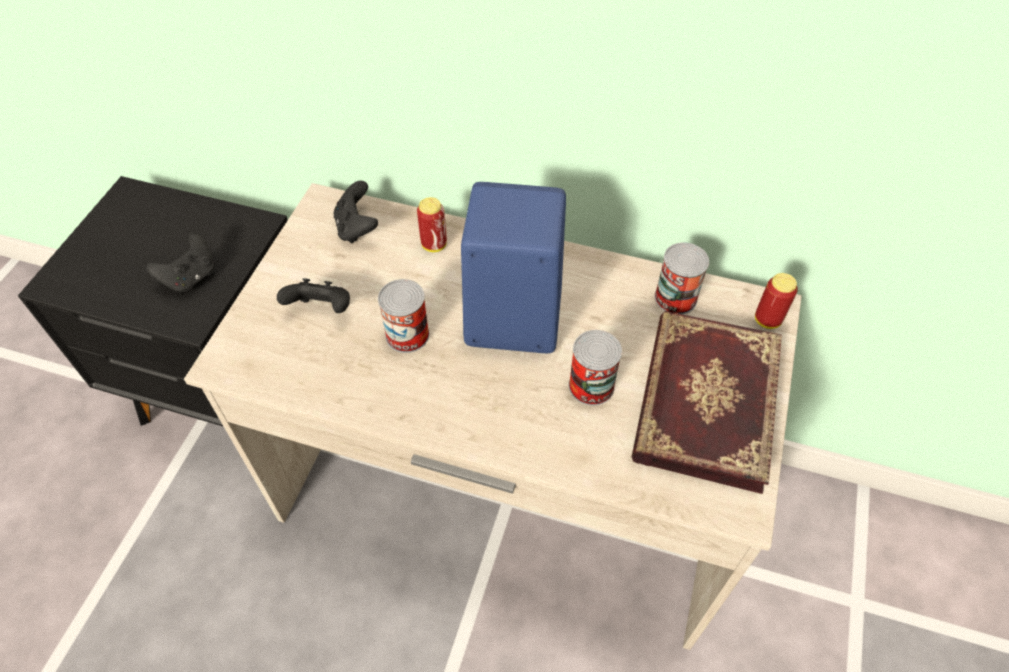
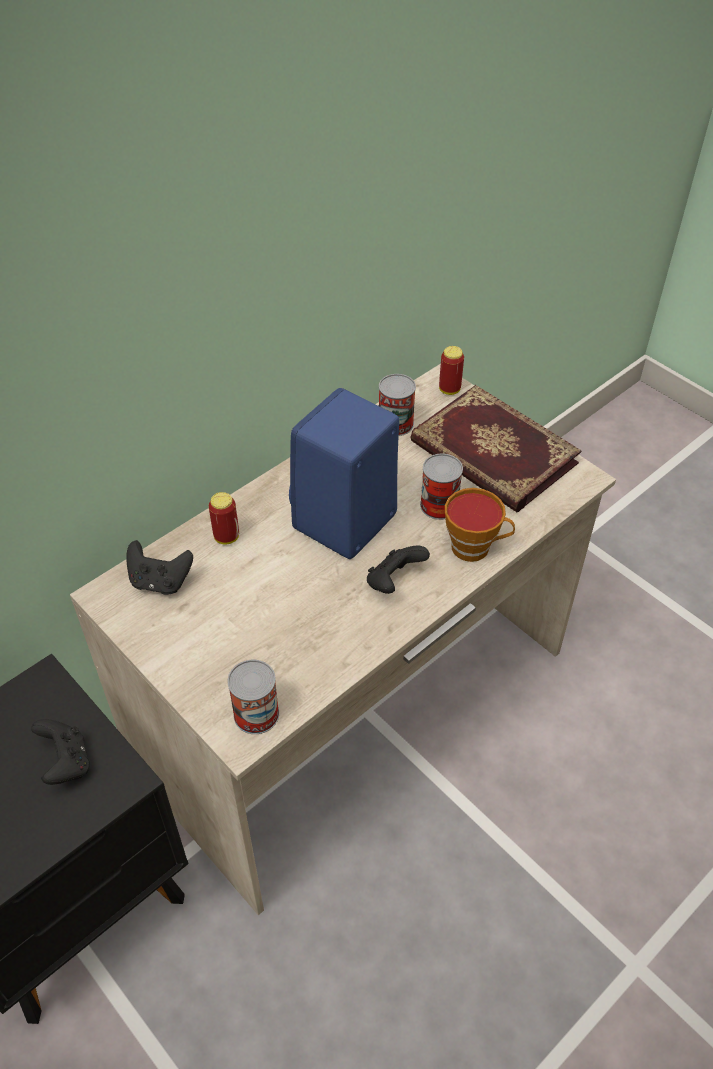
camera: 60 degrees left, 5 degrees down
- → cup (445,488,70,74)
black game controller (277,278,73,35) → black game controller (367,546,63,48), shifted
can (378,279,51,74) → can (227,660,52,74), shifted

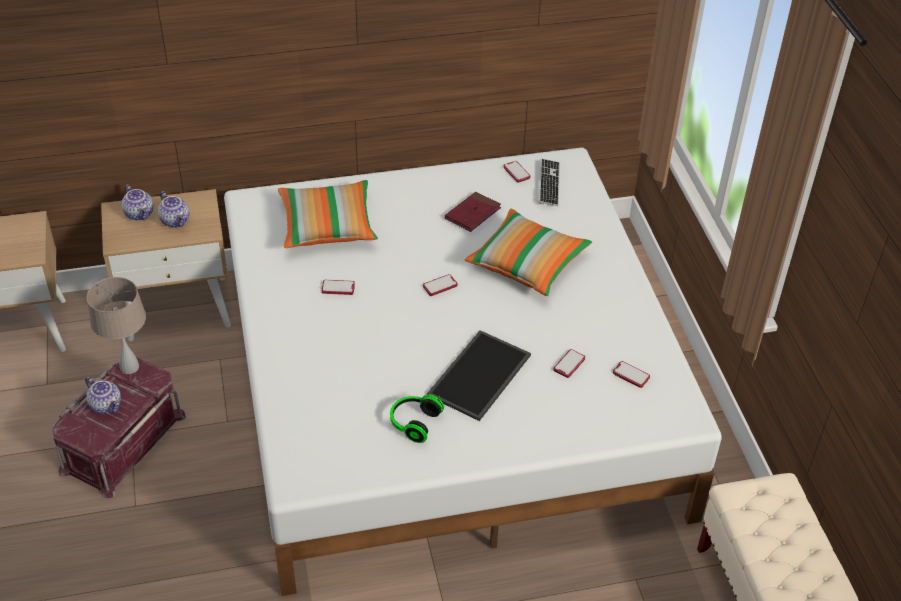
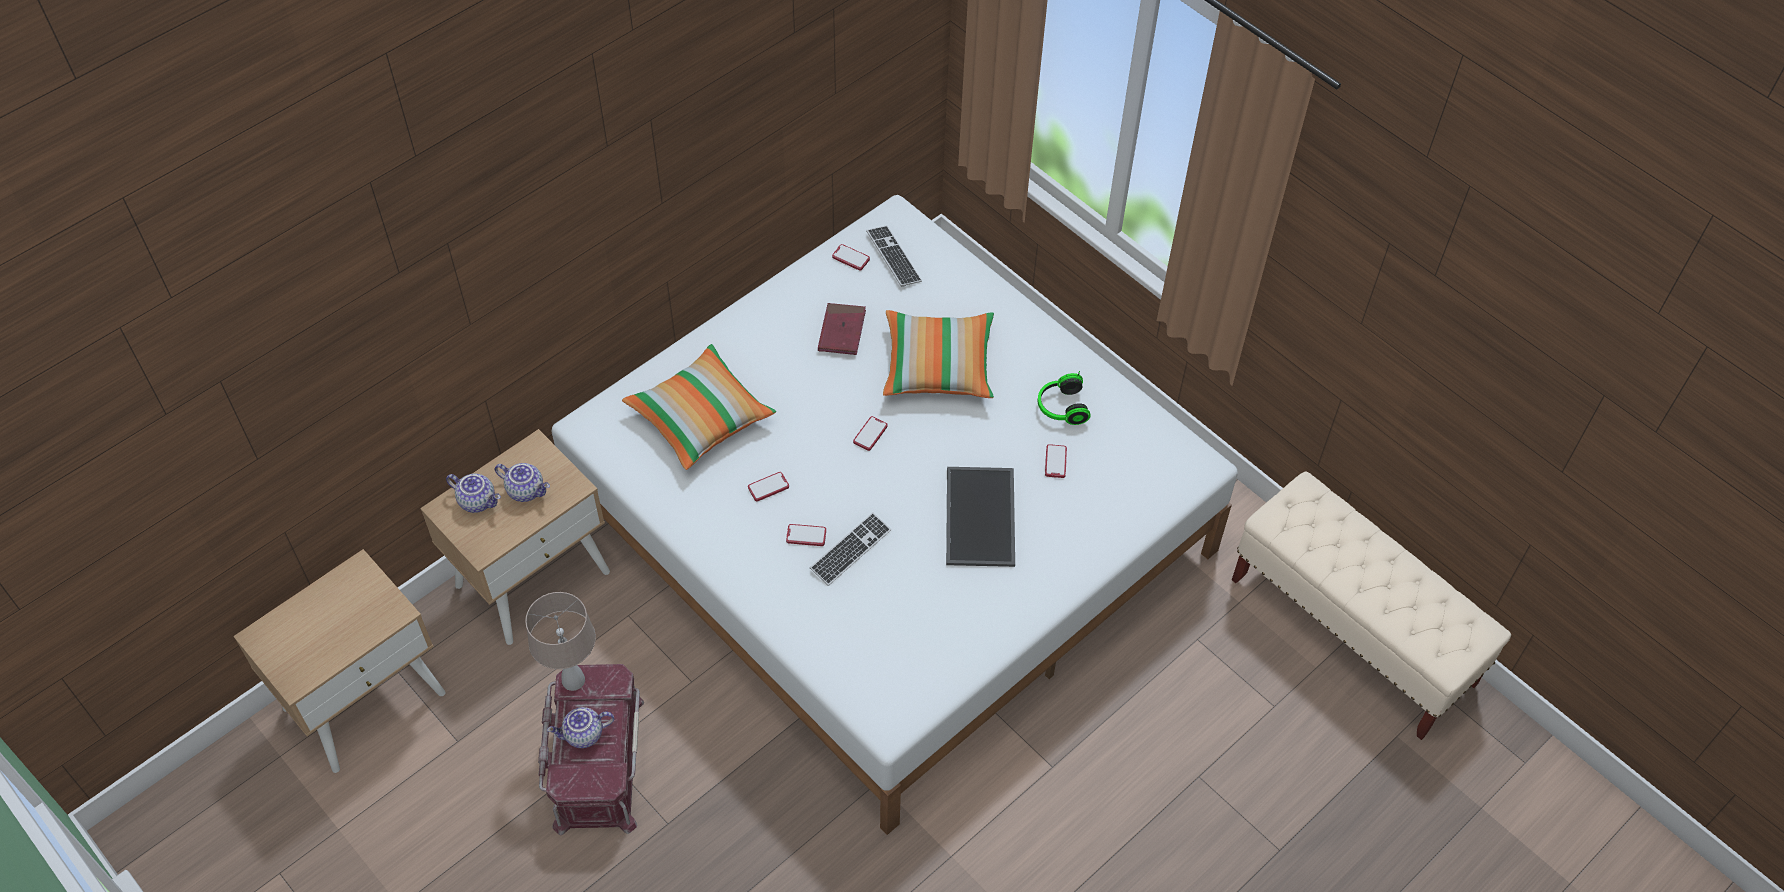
camera: 30 degrees left, 10 degrees up
- → keyboard (810,512,81,74)
headphones (390,394,54,49) → headphones (1038,371,53,54), shifted
phone (613,361,37,27) → phone (786,524,40,22), shifted
teapot (85,377,36,37) → teapot (547,707,67,41), 150 degrees clockwise

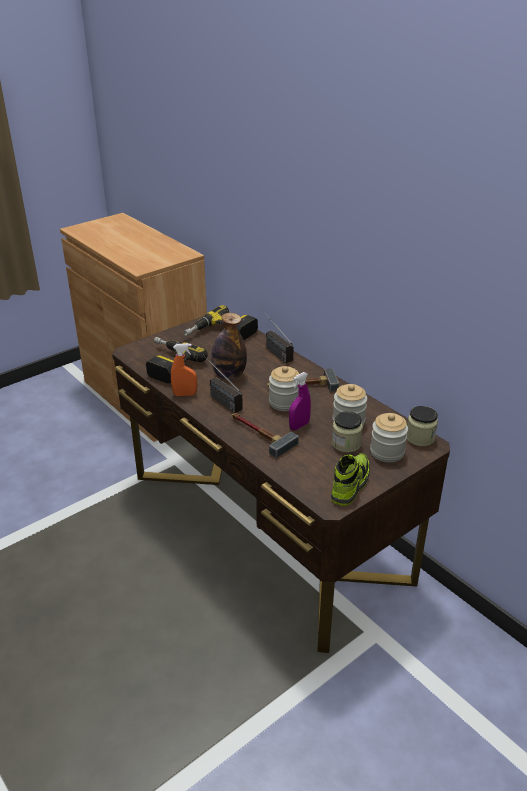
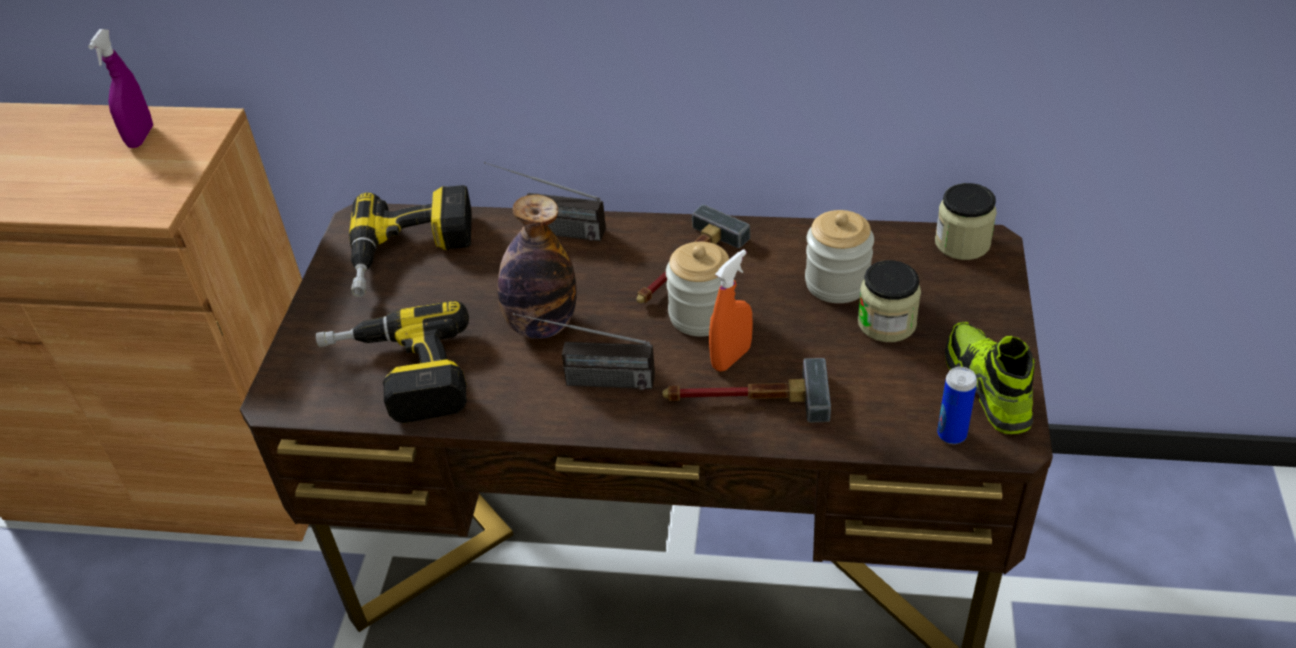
camera: 40 degrees left, 10 degrees up
jar (370,413,38,49) → -
- → can (937,367,40,77)
orange spray bottle (171,343,26,53) → orange spray bottle (709,249,44,122), shifted
purple spray bottle (289,372,22,58) → purple spray bottle (88,29,65,119), shifted

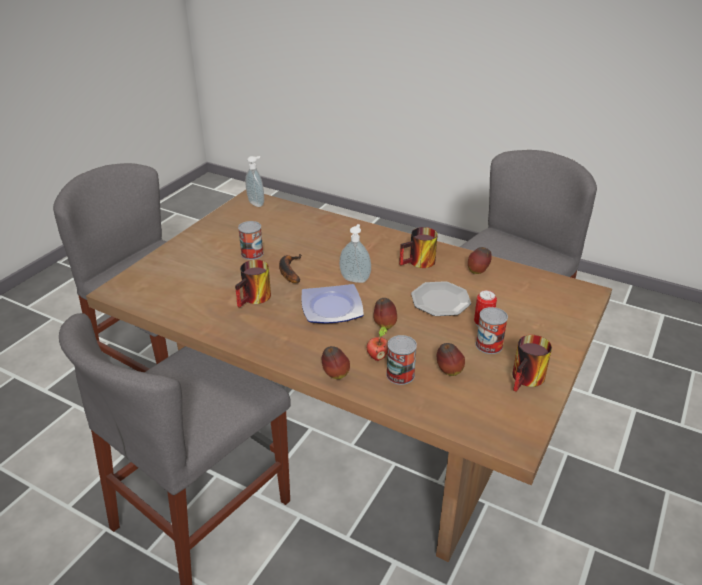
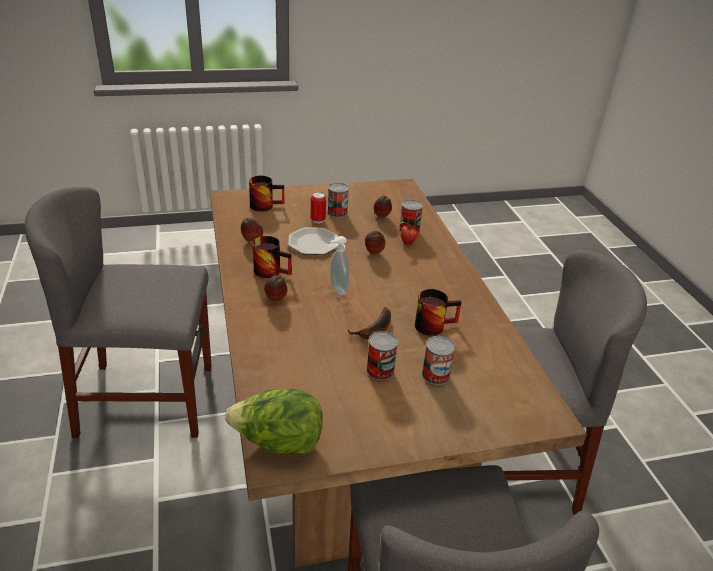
camera: 135 degrees left, 0 degrees up
plate (301,284,63,40) → -
- → can (422,336,34,49)
apple (322,346,28,33) → apple (264,275,23,26), shifted
mug (512,335,40,57) → mug (249,176,36,36), shifted
soap dispenser (245,156,19,51) → lettuce (225,389,98,66)

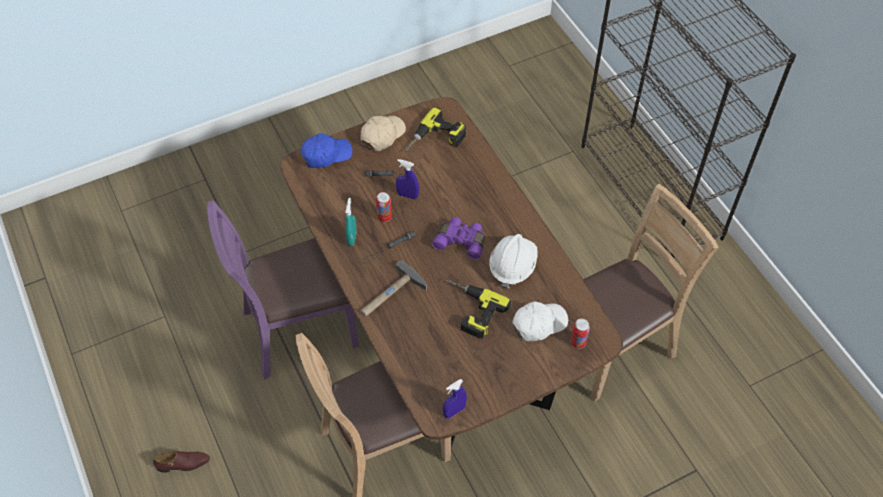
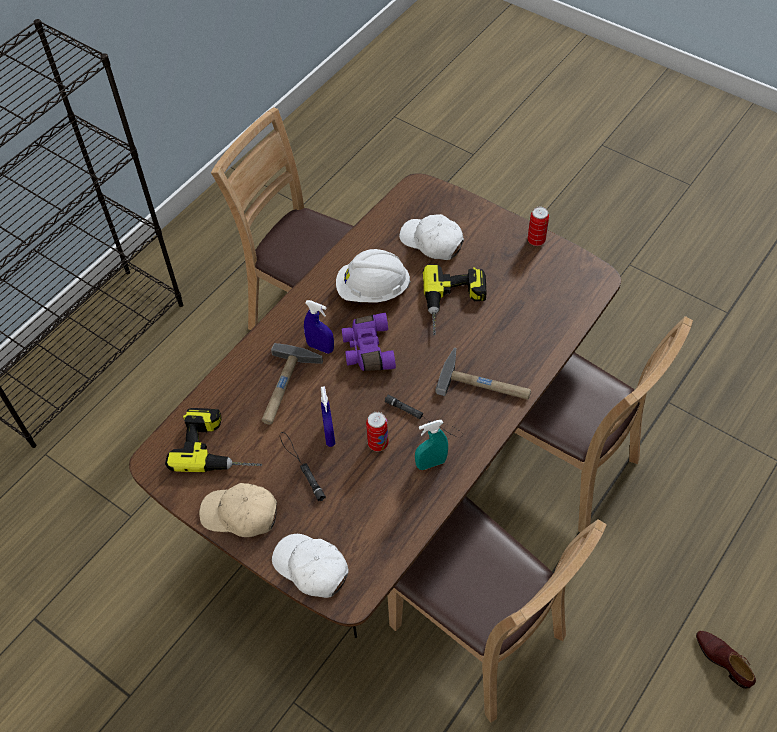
camera: 115 degrees left, 0 degrees up
- → hammer (262,343,61,81)
blue spray bottle (443,379,24,39) → blue spray bottle (304,300,30,54), shifted
can (571,319,19,30) → can (528,207,21,39), shifted
purple chair (207,200,152,179) → brown chair (388,497,219,226)
blue cap (300,133,53,35) → white cap (272,534,77,64)

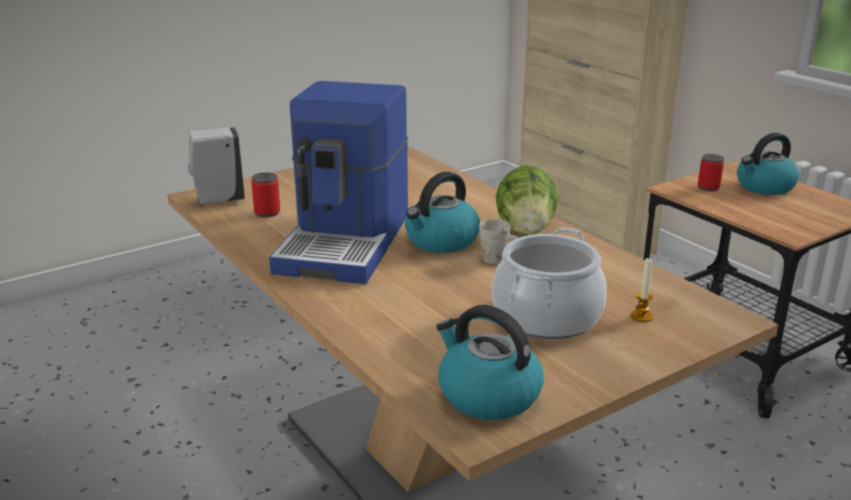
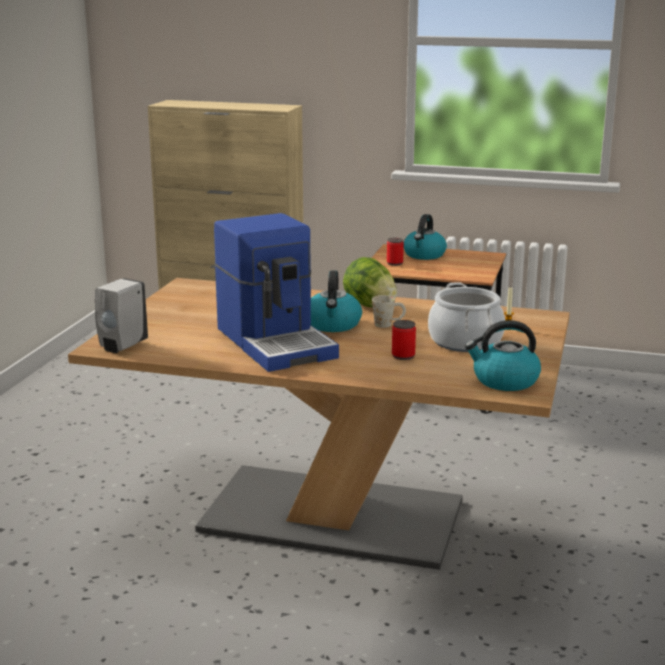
camera: 40 degrees left, 5 degrees down
can (251,173,29,45) → can (392,320,24,40), shifted

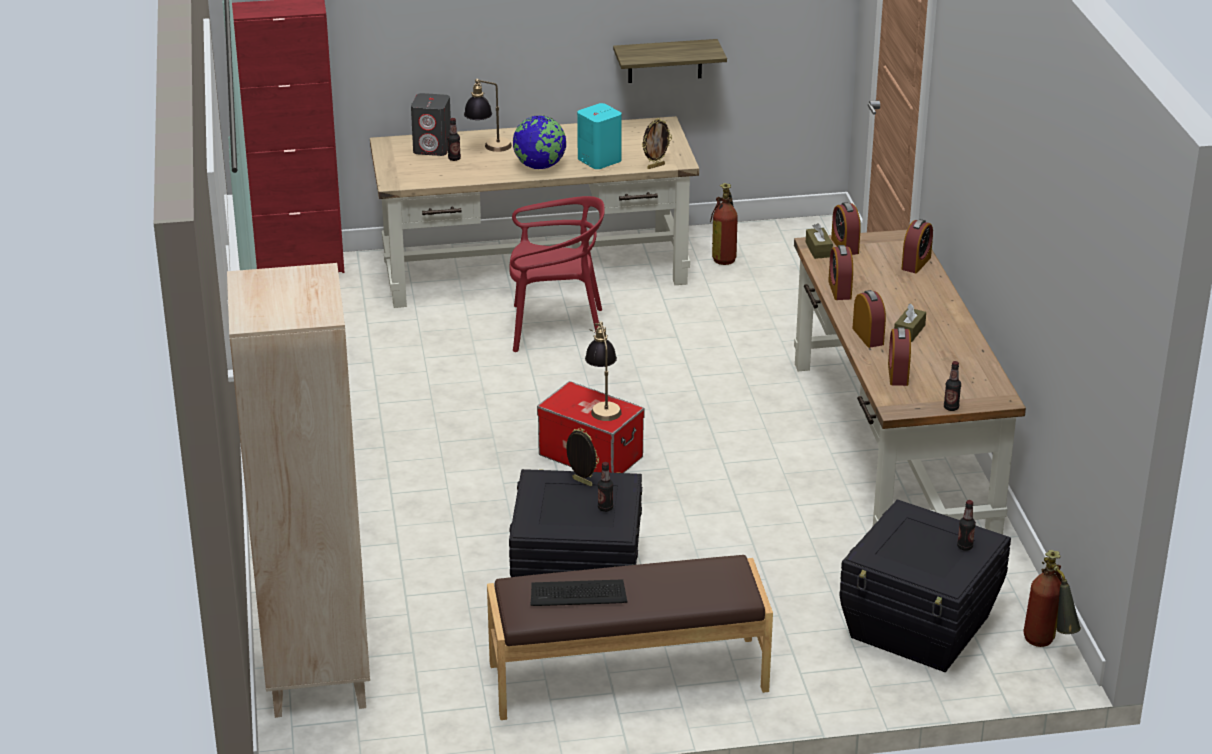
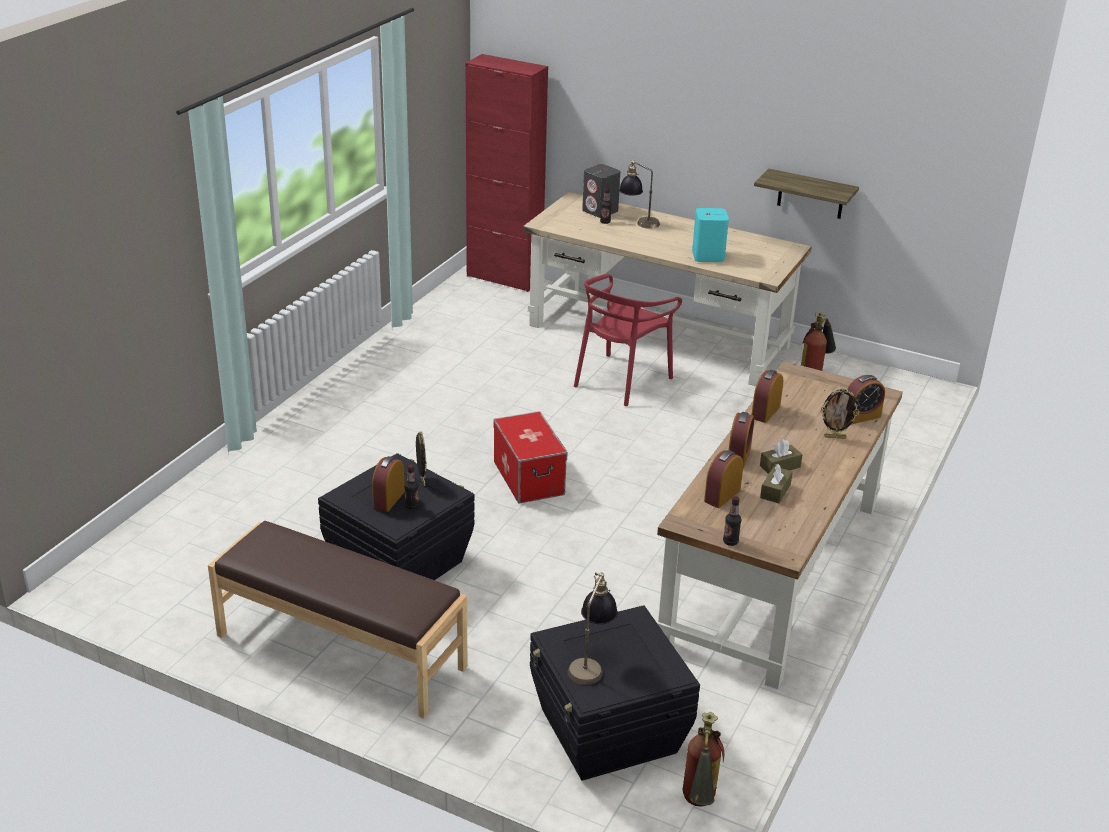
camera: 35 degrees right, 0 degrees up
beige bookcase (227,263,143,455) → -
globe (513,115,53,55) → -
keyboard (530,579,98,27) → -
bottle (957,500,19,51) → -
table lamp (585,321,37,100) → table lamp (568,572,50,113), shifted
picture frame (642,118,30,51) → picture frame (820,388,39,51), shifted
brown tissue box (806,223,27,36) → brown tissue box (760,464,33,39), shifted
alarm clock (831,202,30,53) → alarm clock (372,456,33,56), shifted
red chair (509,196,96,156) → red chair (574,274,108,132), 90 degrees clockwise

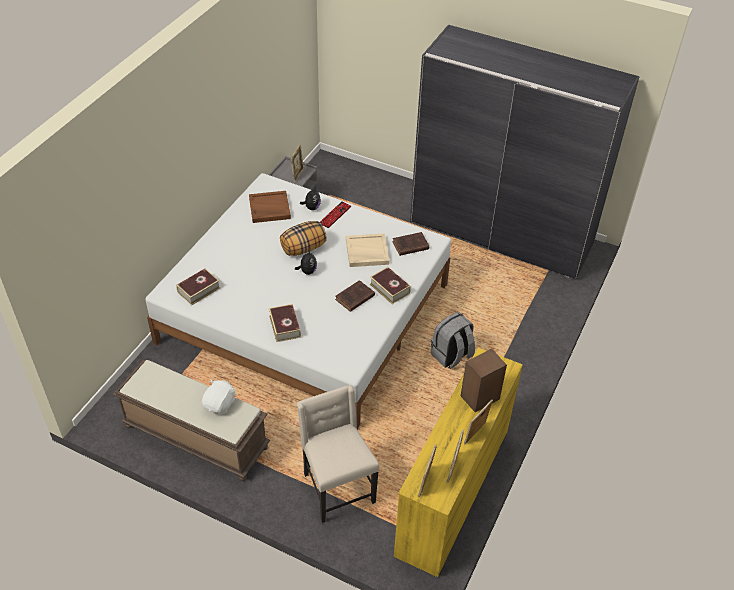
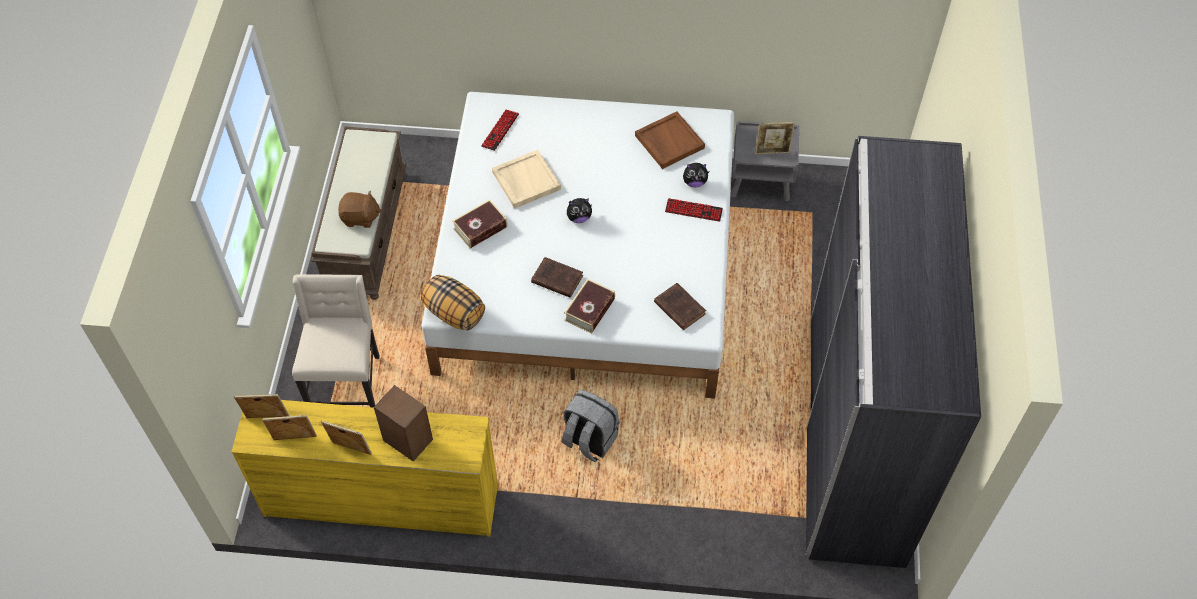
camera: 70 degrees right, 10 degrees up
pillow (280,221,47,35) → pillow (421,275,64,56), shifted
beige tray (346,233,44,34) → beige tray (492,150,69,59), shifted
book (176,268,44,37) → keyboard (481,110,38,41)
white plush toy (202,380,34,35) → brown plush toy (338,190,44,38)
beige chair (297,385,82,138) → beige chair (292,274,88,134), 45 degrees counterclockwise

